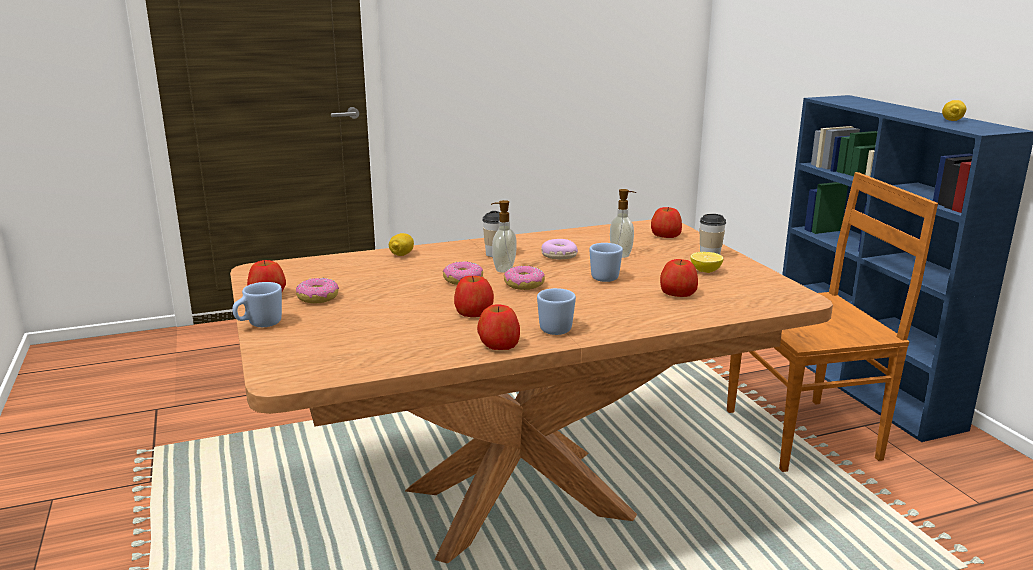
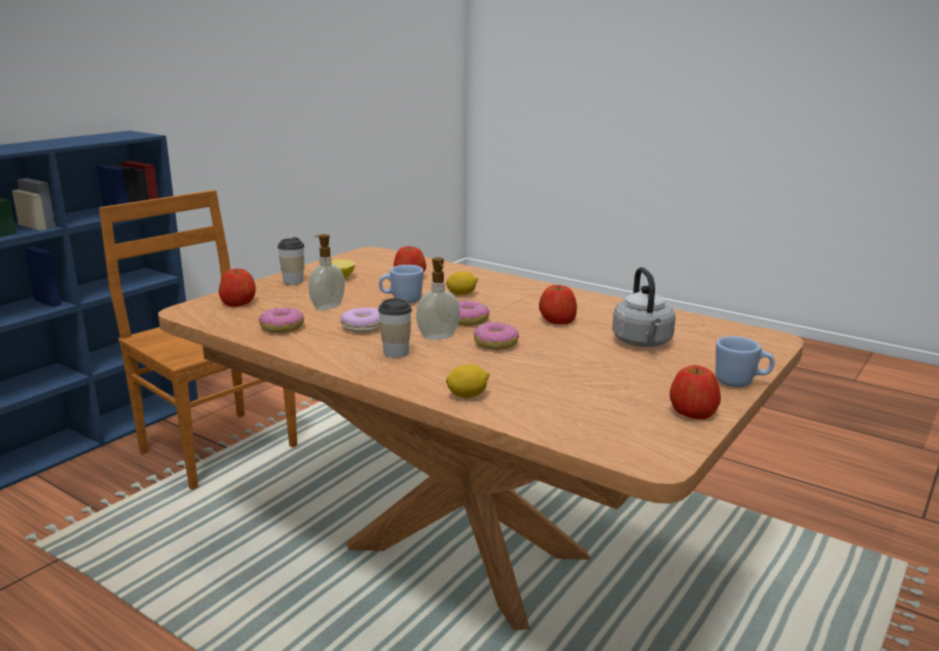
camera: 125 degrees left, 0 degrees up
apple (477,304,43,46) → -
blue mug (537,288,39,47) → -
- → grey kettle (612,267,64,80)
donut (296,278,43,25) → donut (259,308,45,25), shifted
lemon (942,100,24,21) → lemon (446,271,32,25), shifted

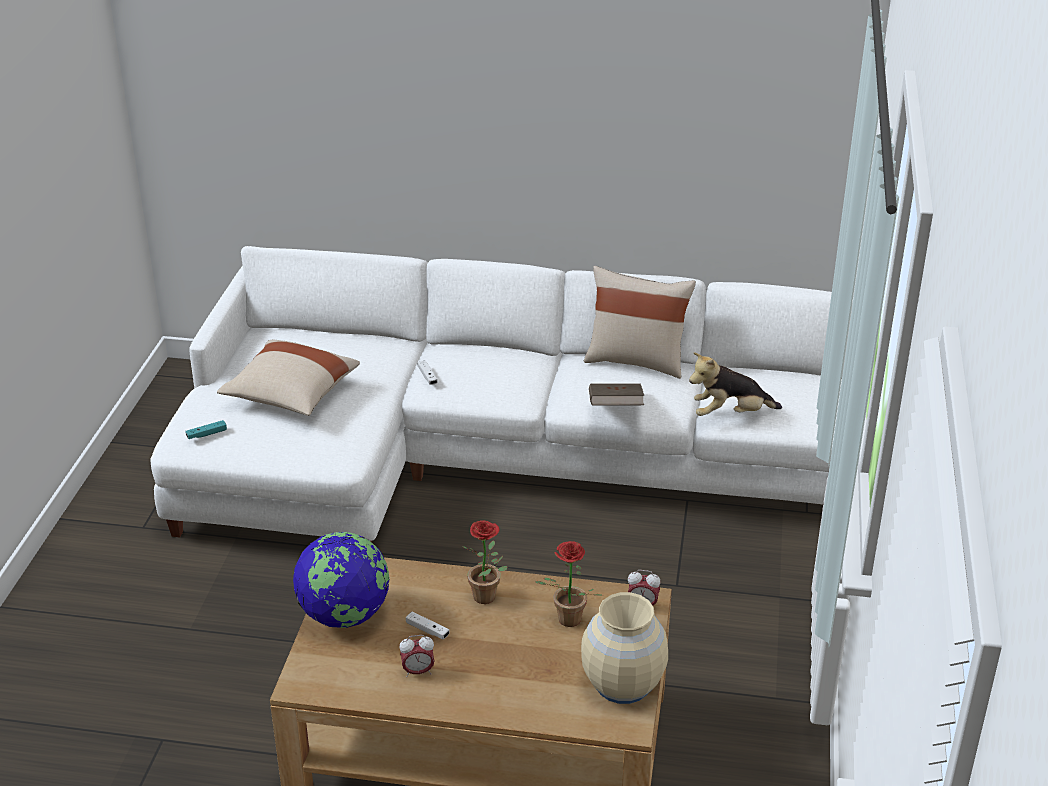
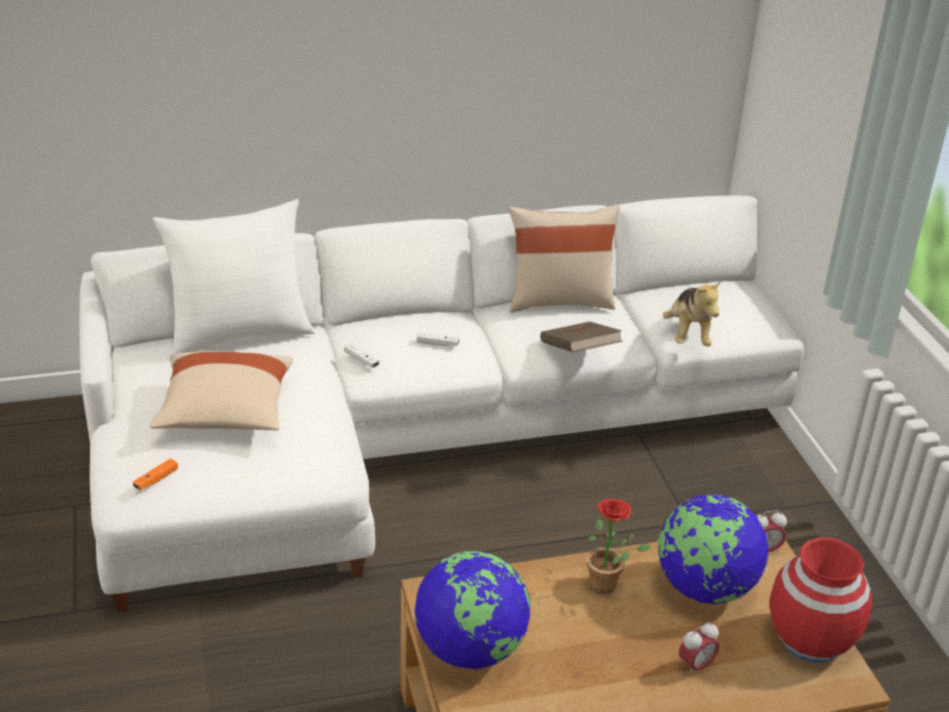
camera: 25 degrees left, 0 degrees up
- → white pillow (153,199,162,155)
alarm clock (399,635,36,42) → alarm clock (679,622,41,54), shifted
white game controller (406,611,44,28) → white game controller (417,332,42,14), shifted
potted plant (535,541,68,86) → globe (658,494,110,110)
turquoise game controller (185,420,42,19) → orange game controller (133,458,45,33)
beige vase (581,592,87,112) → red vase (769,537,103,126)
plush toy (689,352,93,64) → plush toy (663,279,59,67), 60 degrees counterclockwise

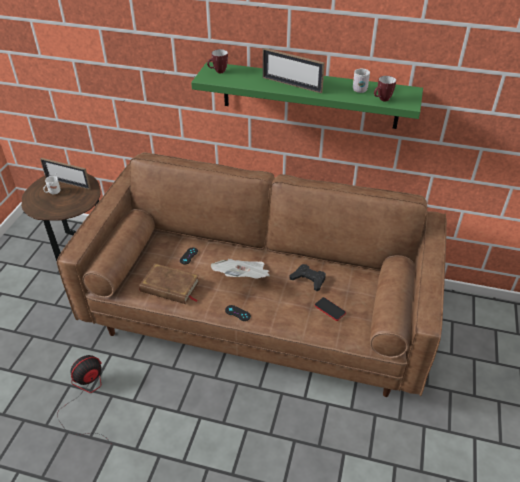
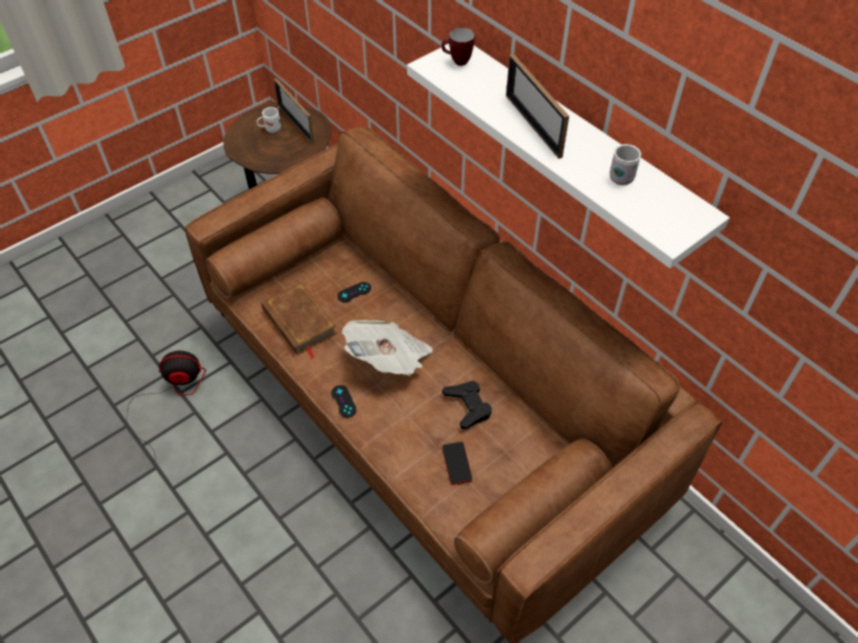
camera: 35 degrees right, 10 degrees up
mug (374,76,22,25) → -
green shelf (191,62,232,67) → white shelf (407,44,323,224)

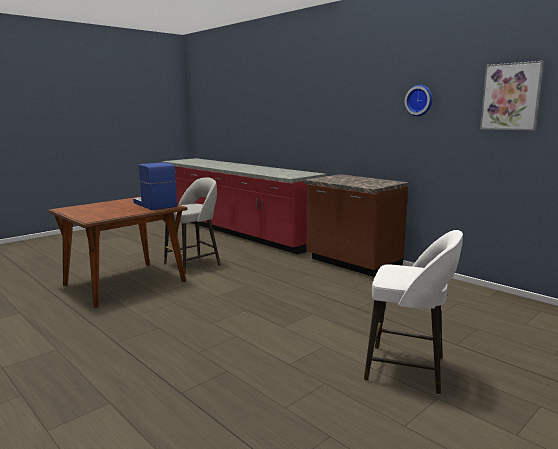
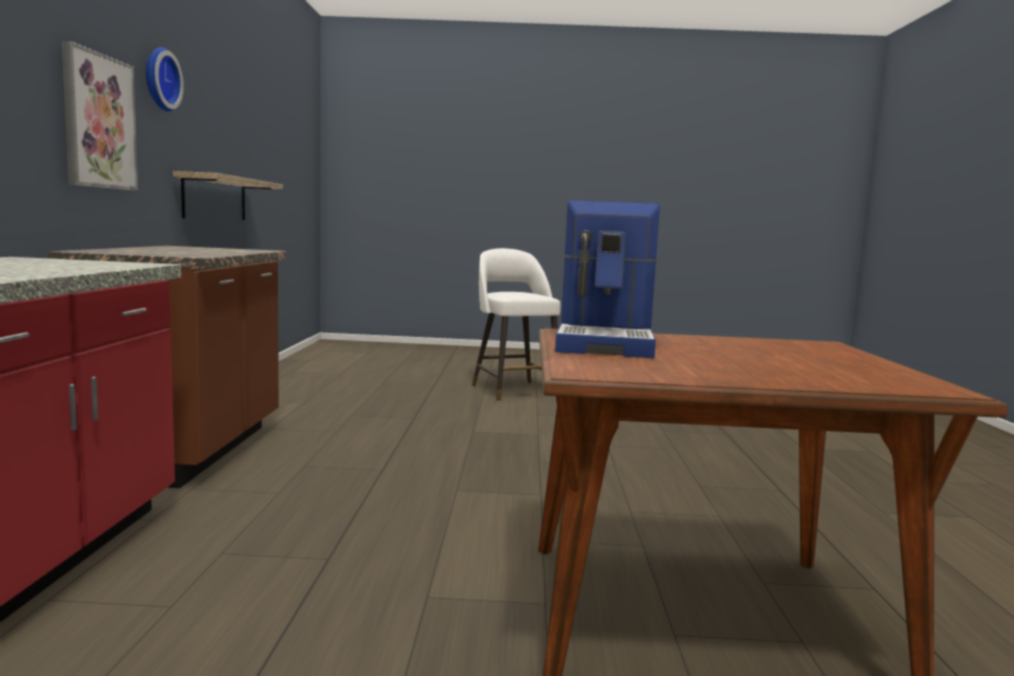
camera: 135 degrees left, 5 degrees down
grey stool (164,177,57,97) → -
- → shelf (173,171,110,49)
picture (480,61,64,70) → picture (62,41,76,149), shifted

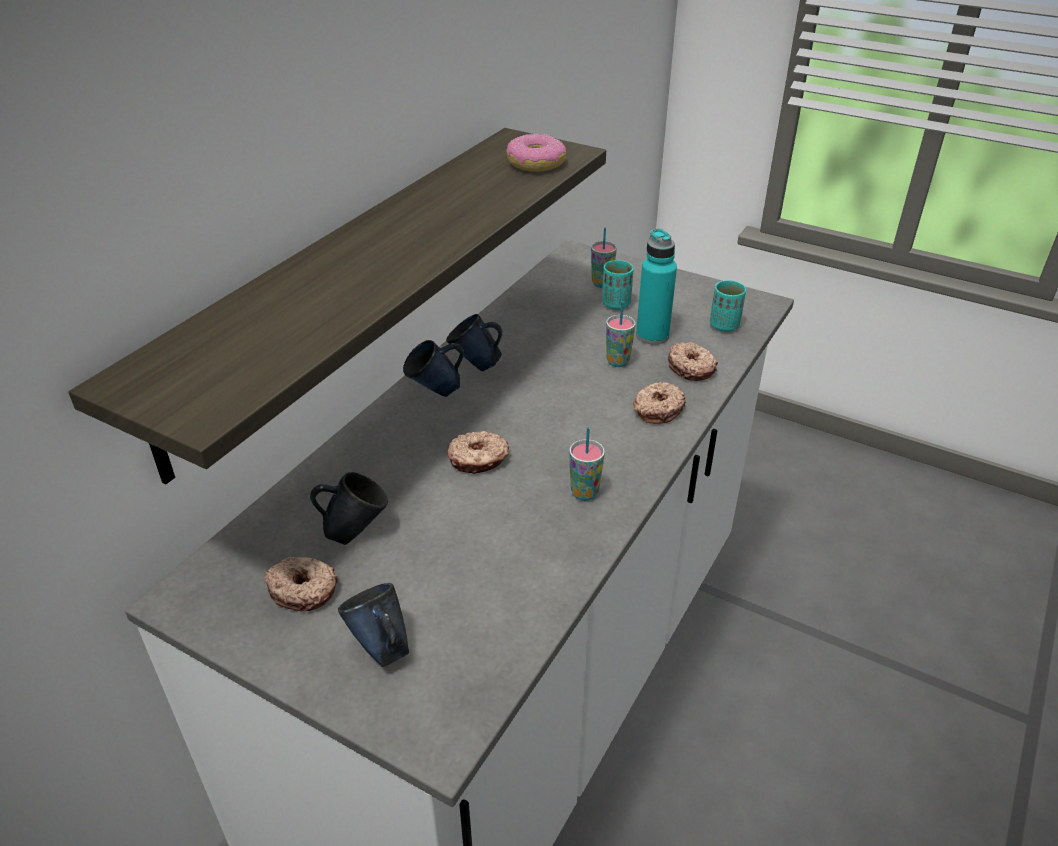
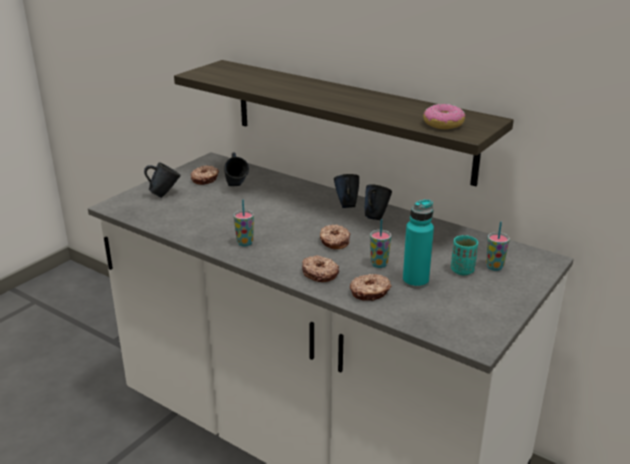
camera: 95 degrees right, 10 degrees down
turquoise cup (710,280,36,52) → -
donut (447,431,62,43) → donut (320,224,30,25), shifted

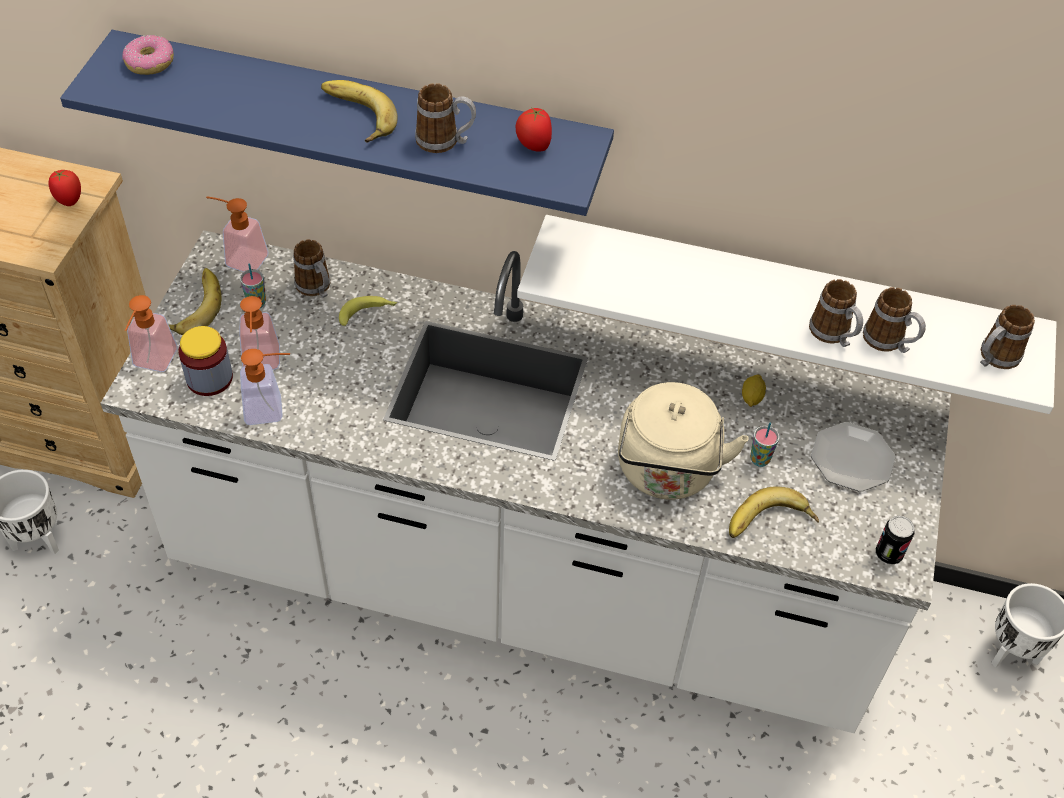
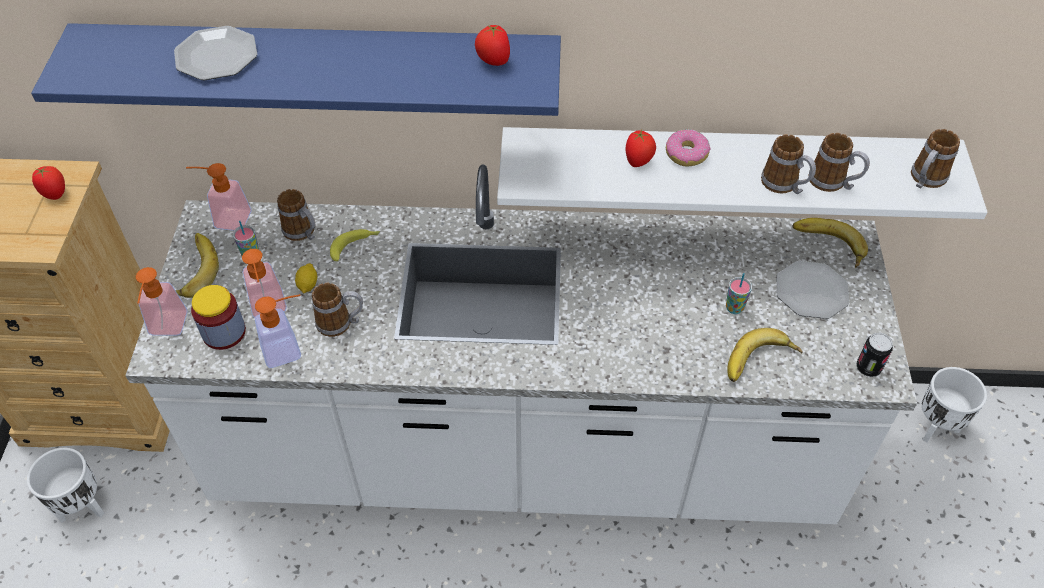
camera: 10 degrees left, 0 degrees up
beige kettle (618,382,131,118) → -
- → plate (174,26,83,54)
- → tomato (626,130,30,37)
donut (122,35,52,40) → donut (666,130,45,36), shifted
banana (321,80,77,63) → banana (792,218,76,50), shifted
mug (415,83,61,70) → mug (312,283,51,54), shifted
lemon (742,374,24,33) → lemon (295,263,22,31), shifted

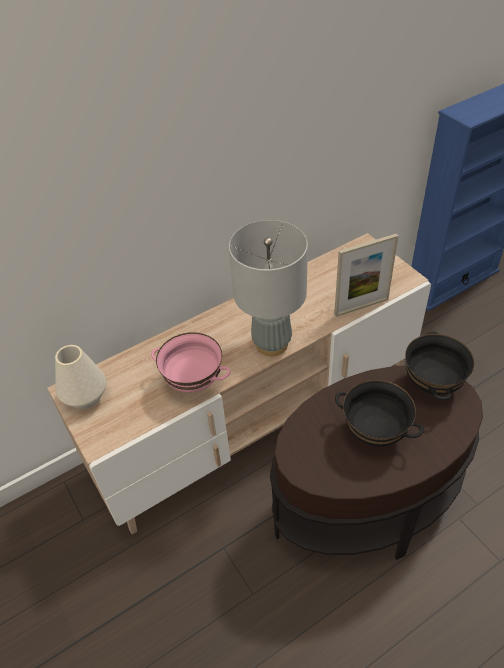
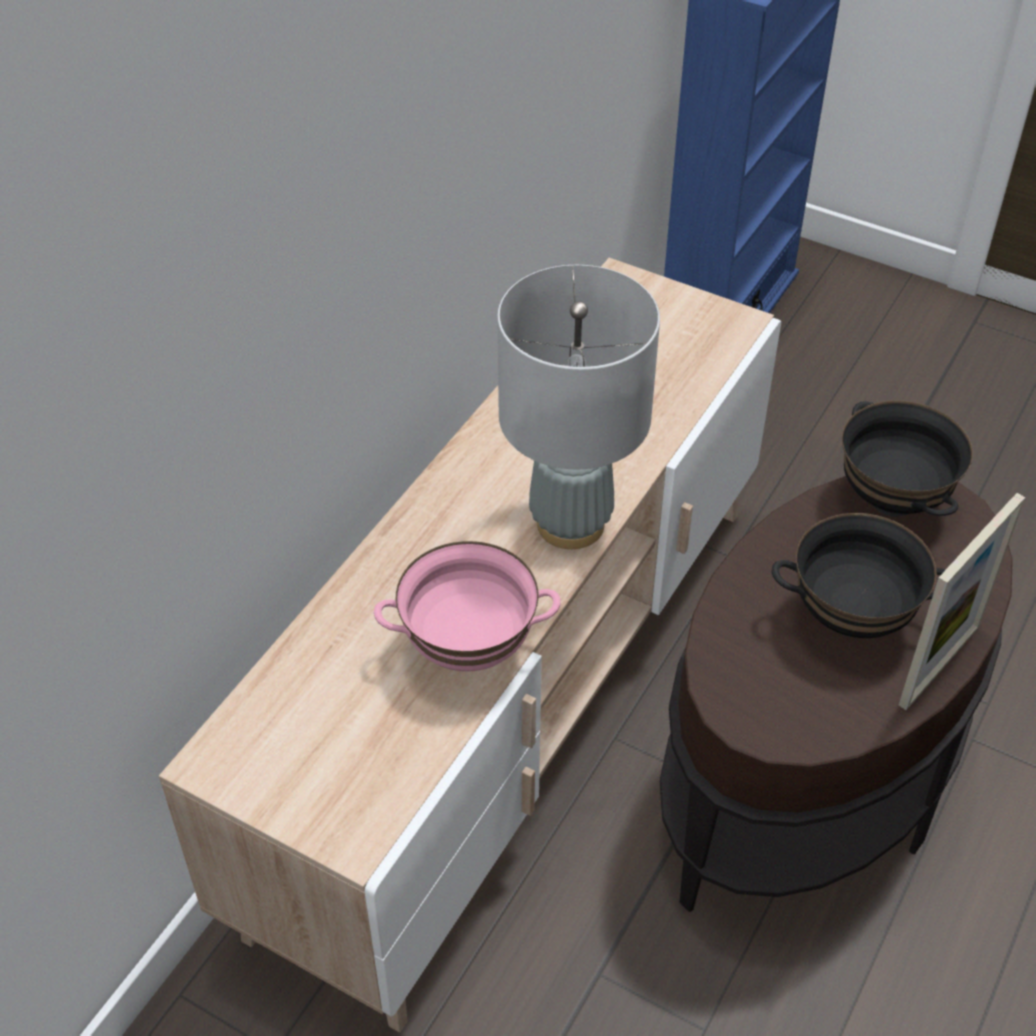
camera: 30 degrees left, 0 degrees up
white vase (55,345,51,64) → -
picture frame (334,234,64,83) → picture frame (899,493,126,217), shifted

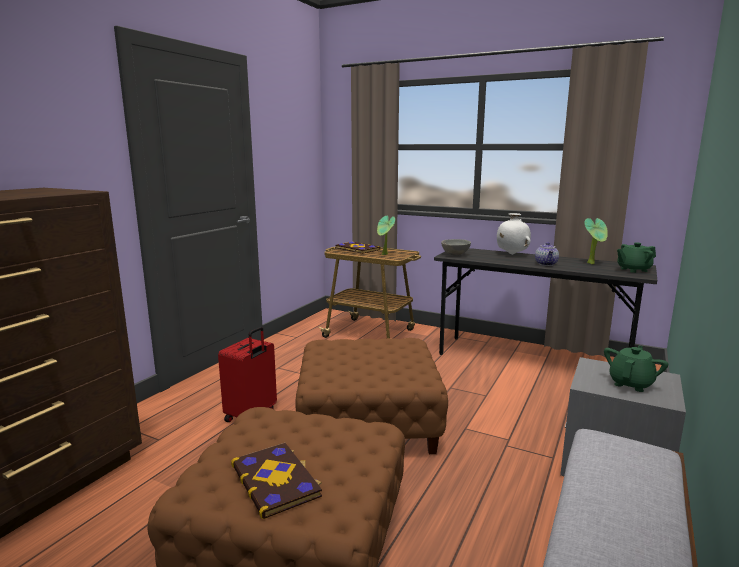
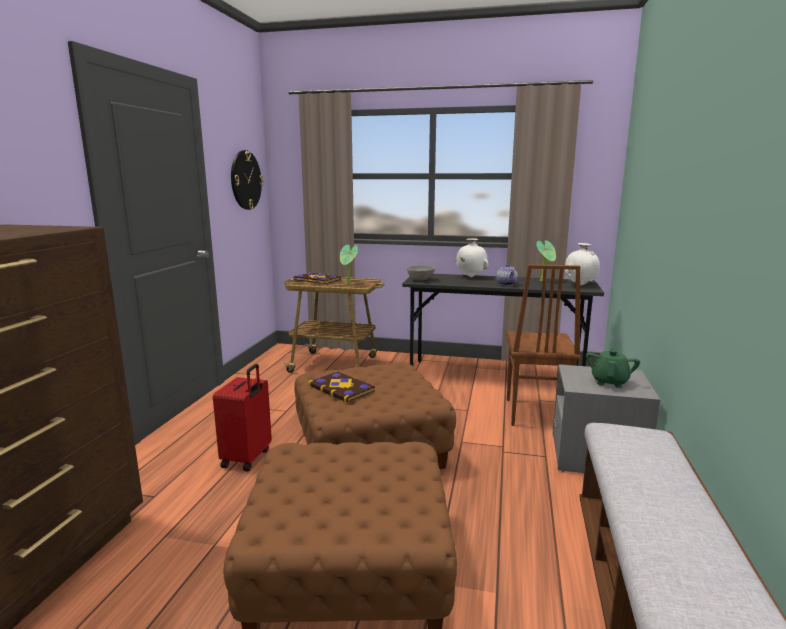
camera: 15 degrees left, 0 degrees up
- → wall clock (231,150,32,60)
- → brown chair (506,264,75,162)
book (231,443,91,76) → book (308,372,67,31), shifted
green teapot (617,242,39,31) → white vase (565,243,35,42)

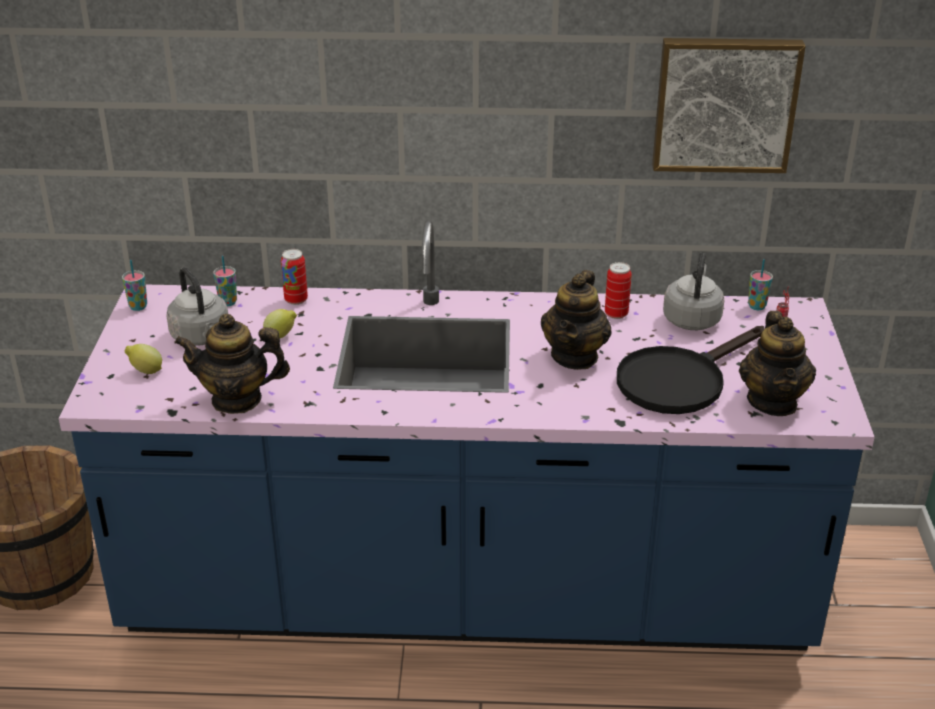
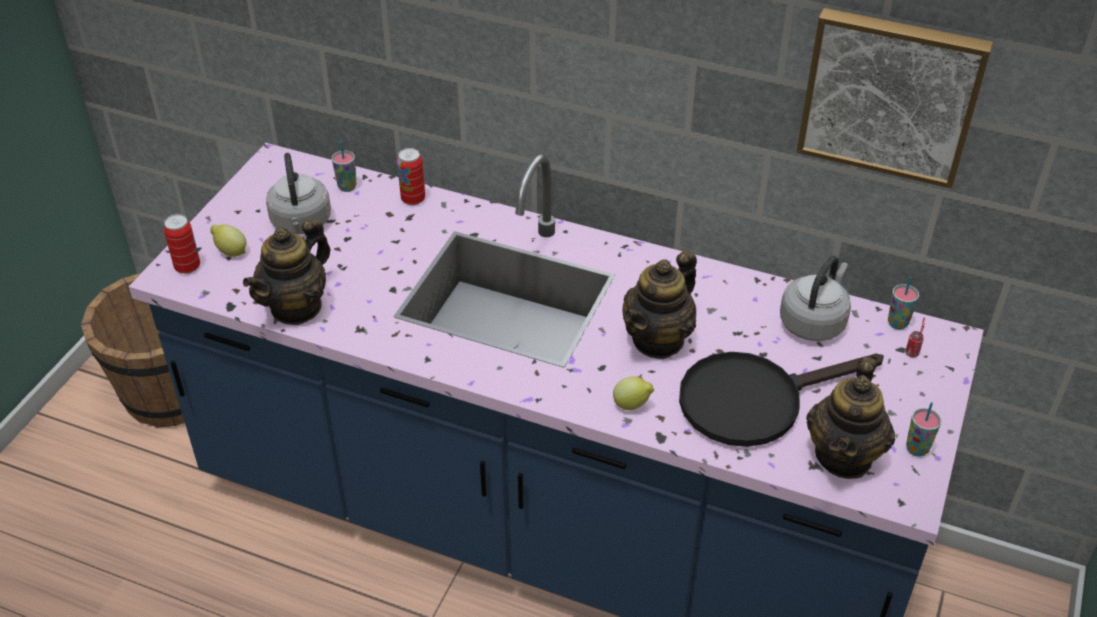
camera: 20 degrees right, 10 degrees up
cup (122,260,25,51) → cup (906,402,35,55), shifted
lemon (263,309,34,29) → lemon (613,376,41,34), shifted
can (605,262,27,57) → can (164,214,36,60), shifted
teapot (174,314,116,100) → teapot (243,218,87,107), 75 degrees counterclockwise

